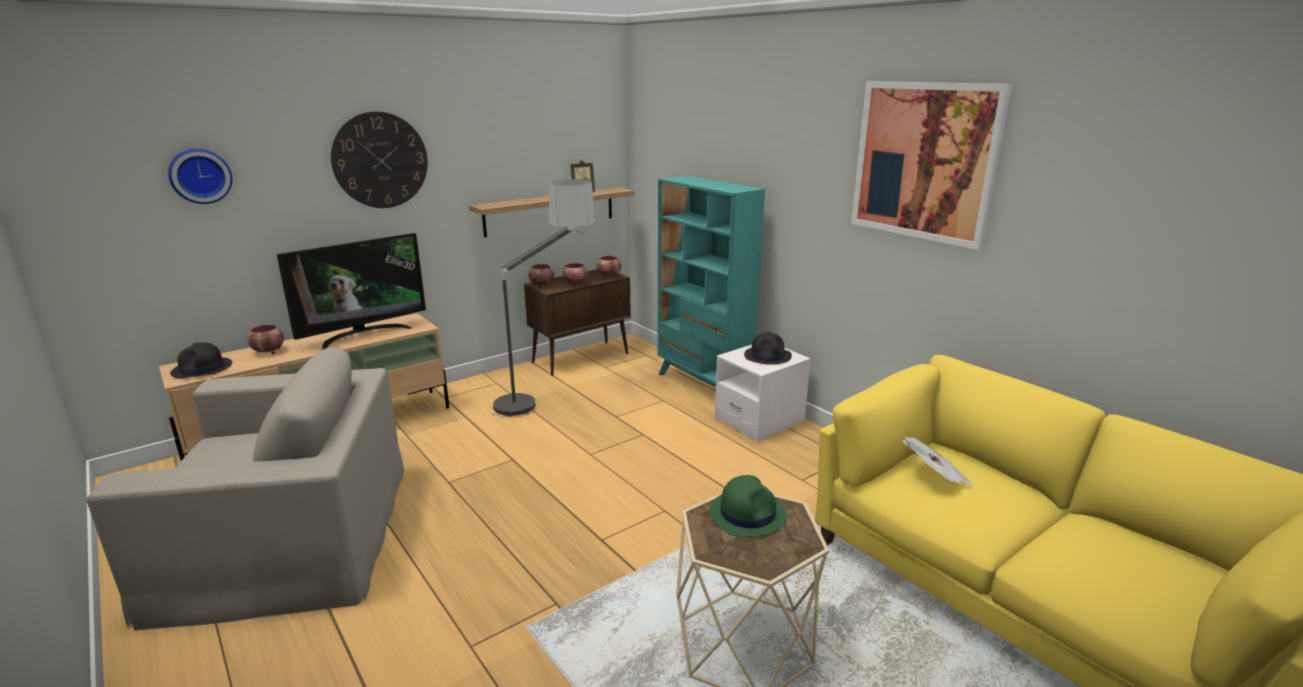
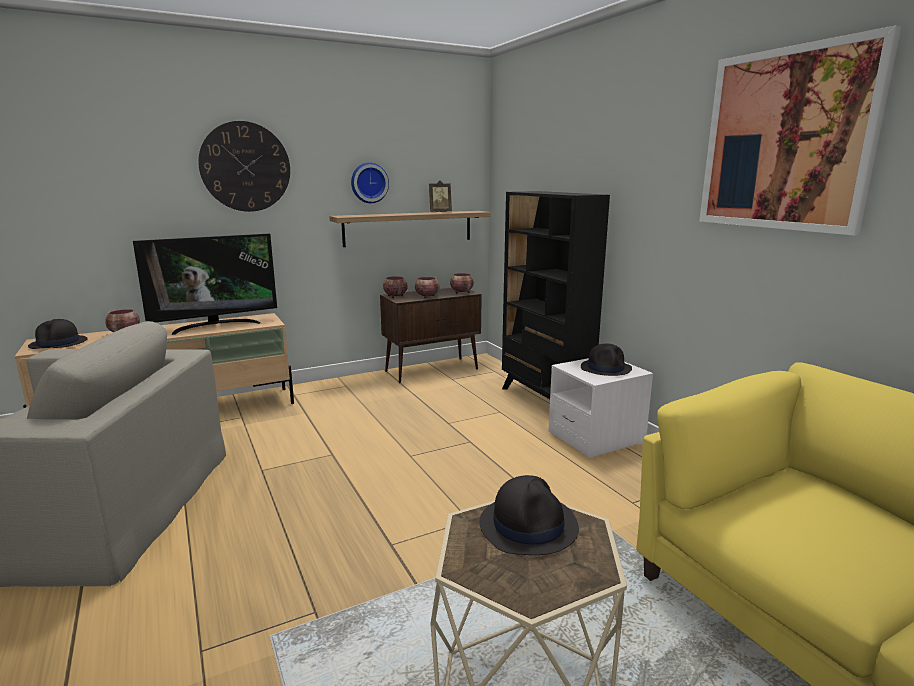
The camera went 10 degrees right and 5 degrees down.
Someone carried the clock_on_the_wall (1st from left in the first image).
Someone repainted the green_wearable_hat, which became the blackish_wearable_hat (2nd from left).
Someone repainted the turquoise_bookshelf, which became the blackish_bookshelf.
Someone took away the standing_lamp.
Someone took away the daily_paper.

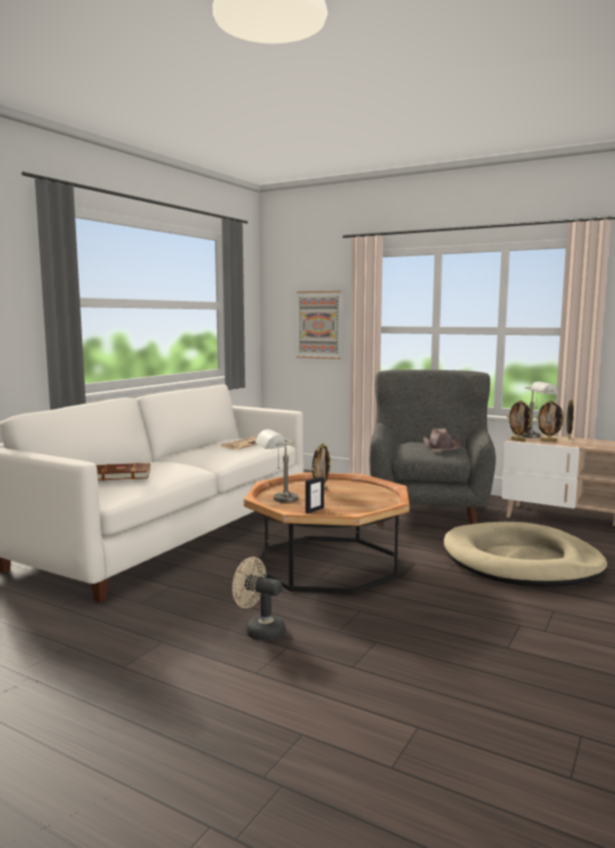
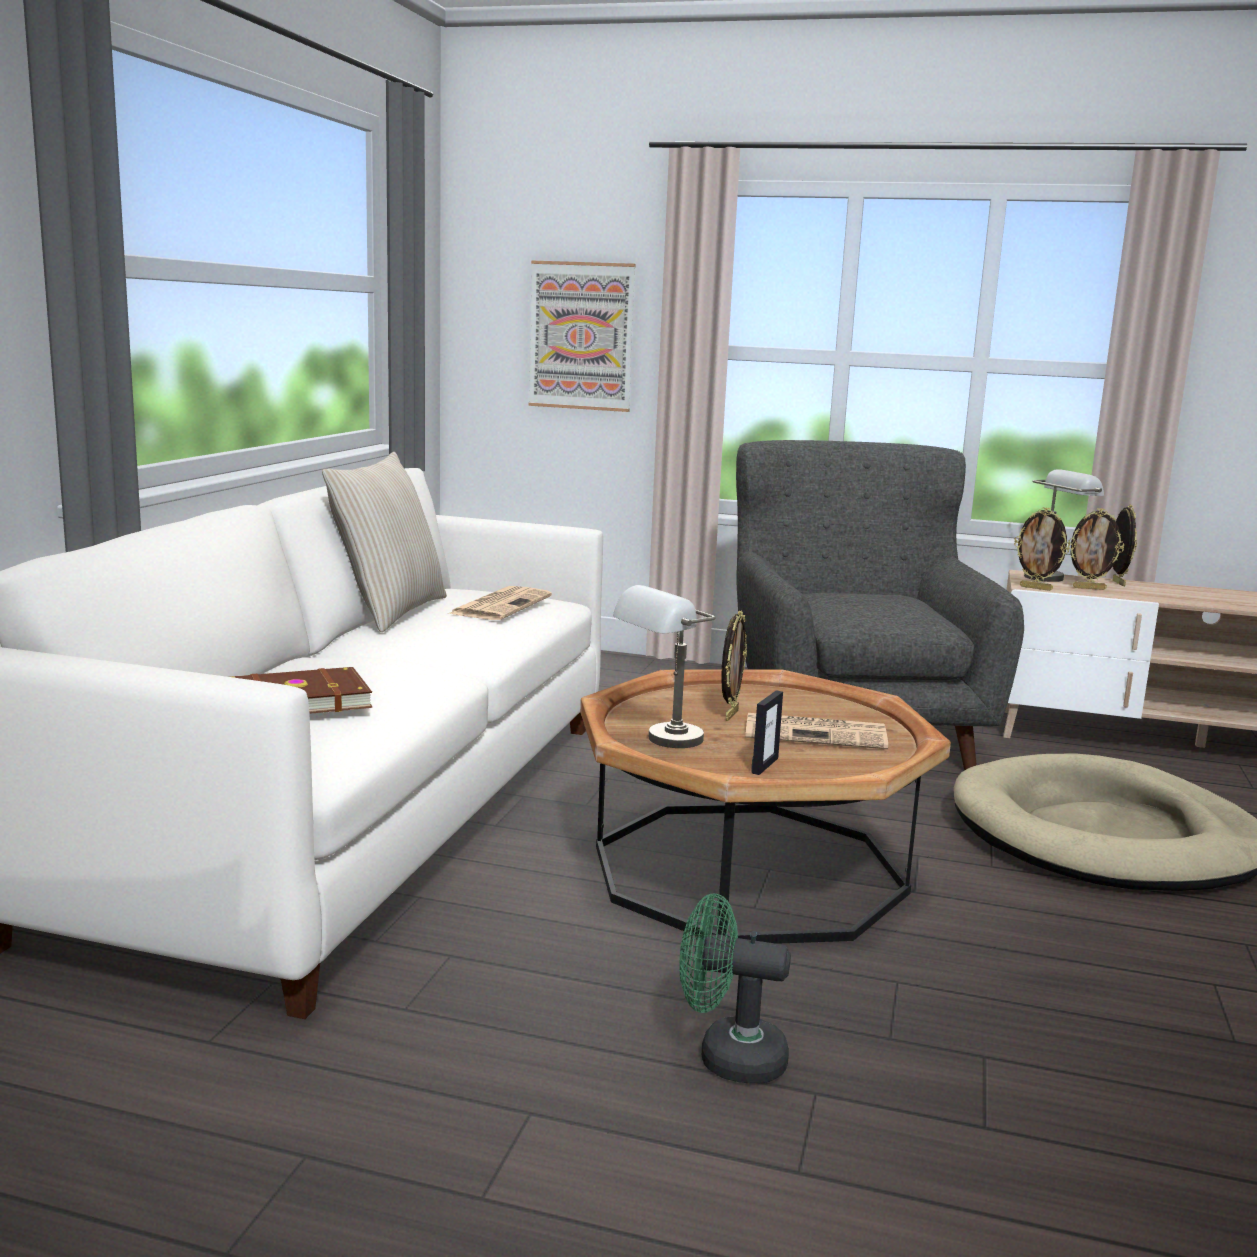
The camera went 15 degrees left and 5 degrees up.
Someone put down the sand-coloured_pillow.
Someone repainted the sand-coloured_fan, which became the green_fan.
Someone put down the daily_paper (2nd from left).
Someone took away the brown_wearable_hat.

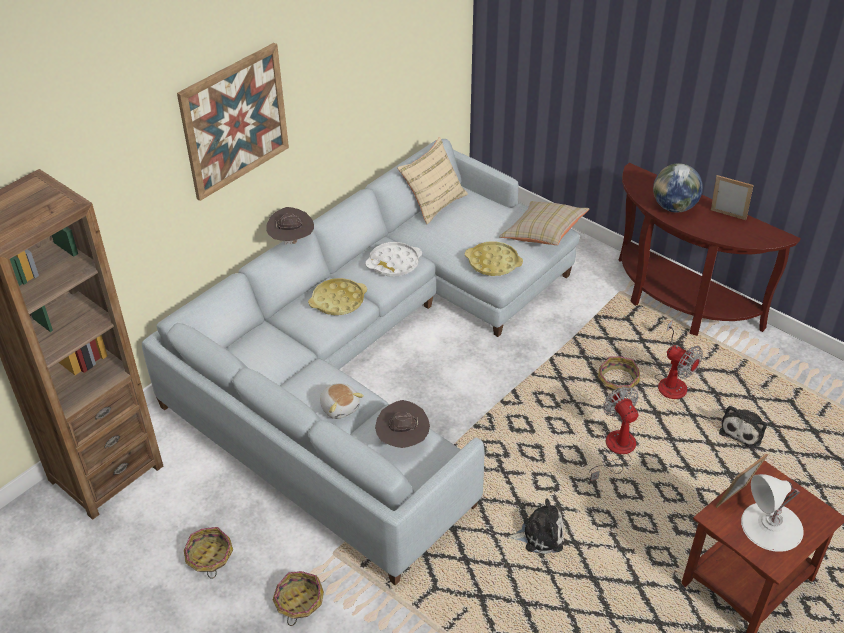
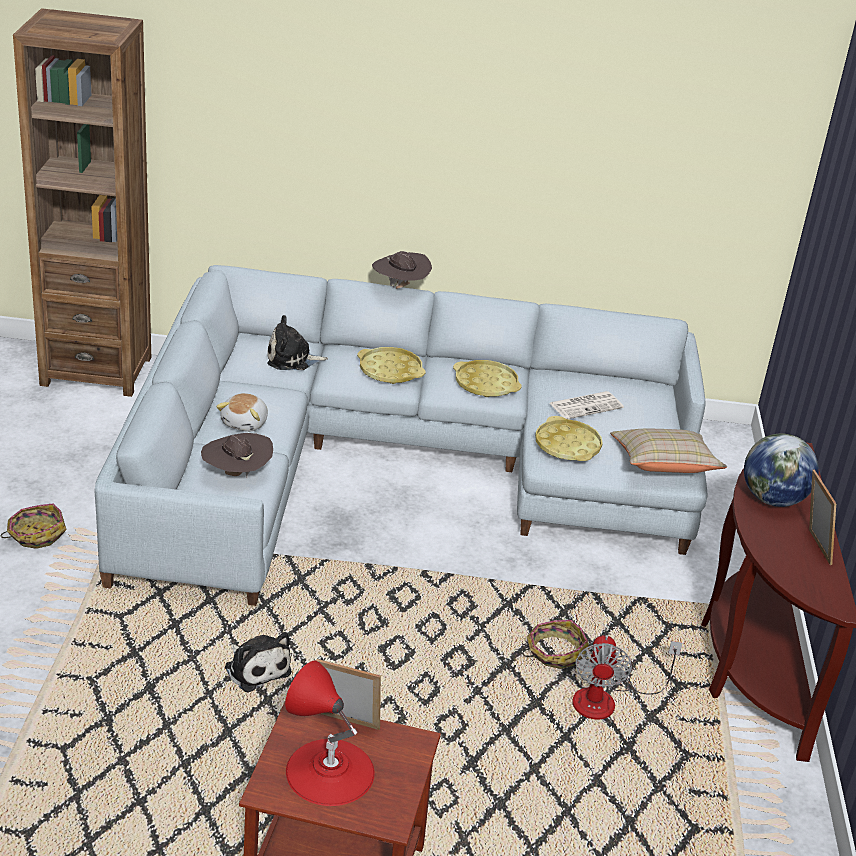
The camera went 50 degrees right and 10 degrees down.
Someone carried the cuddly_toy (3rd from left).
Someone repainted the white-coloured_lamp_for_a_table, which became the red_lamp_for_a_table.
Someone repainted the white-coloured_serving_tray, which became the yellow-coloured_serving_tray (2nd from left).
Someone put down the daily_paper.
Someone took away the picture.
Someone took away the household_basket (1st from left).
Someone took away the sand-coloured_pillow (1st from left).
Someone took away the fan (1st from left).

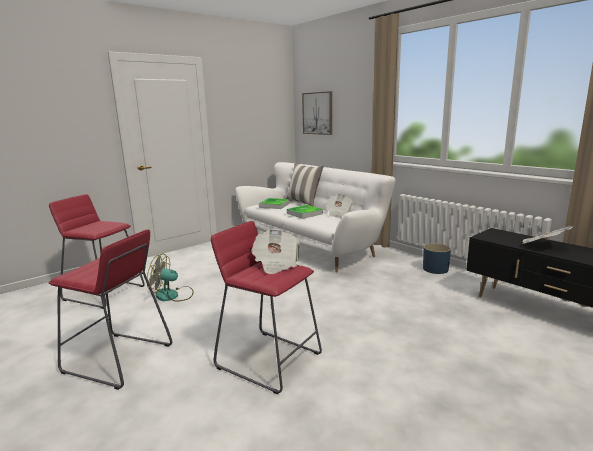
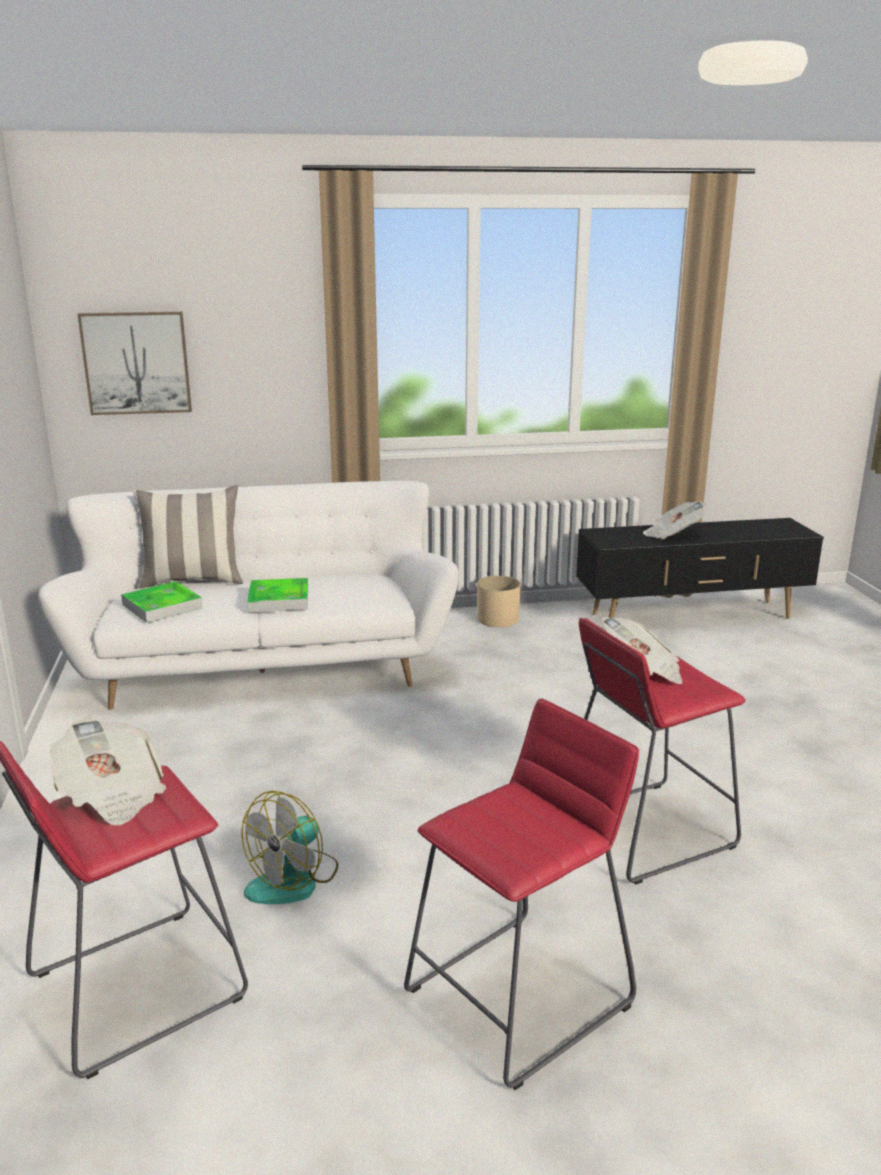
The camera went 60 degrees left and 5 degrees up.
Someone carried the daily_paper (2nd from left in the first image).
Someone repainted the blue-coloured_plant_pot, which became the sand-coloured_plant_pot.

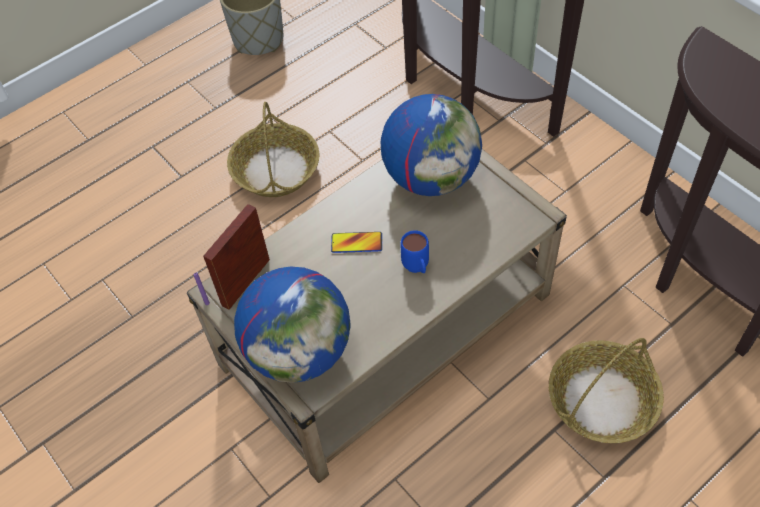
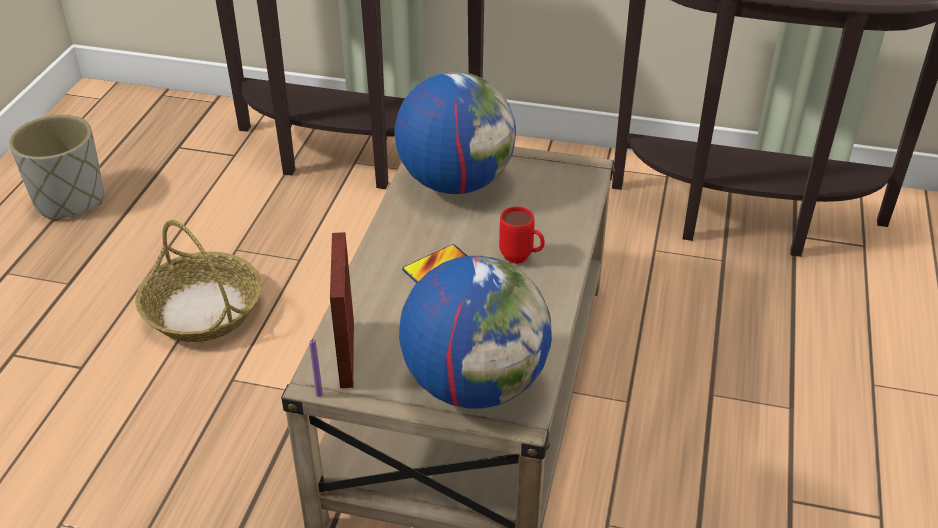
The camera went 40 degrees left and 15 degrees down.
Someone repainted the blue-coloured_tea_mug, which became the red_tea_mug.
Someone took away the household_basket (2nd from left).

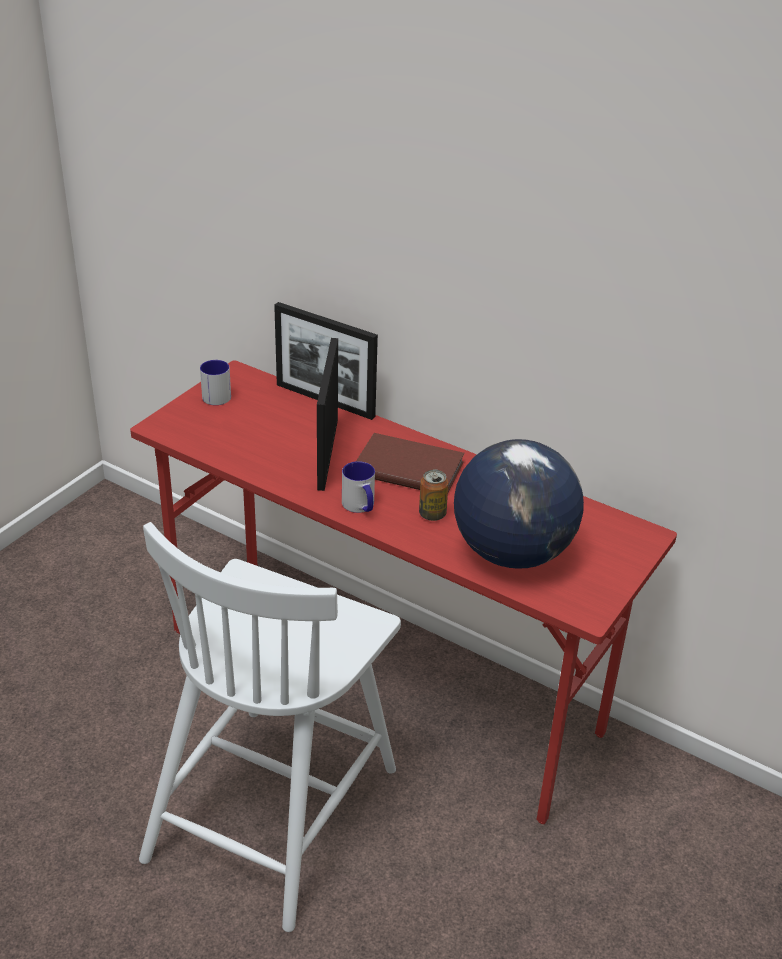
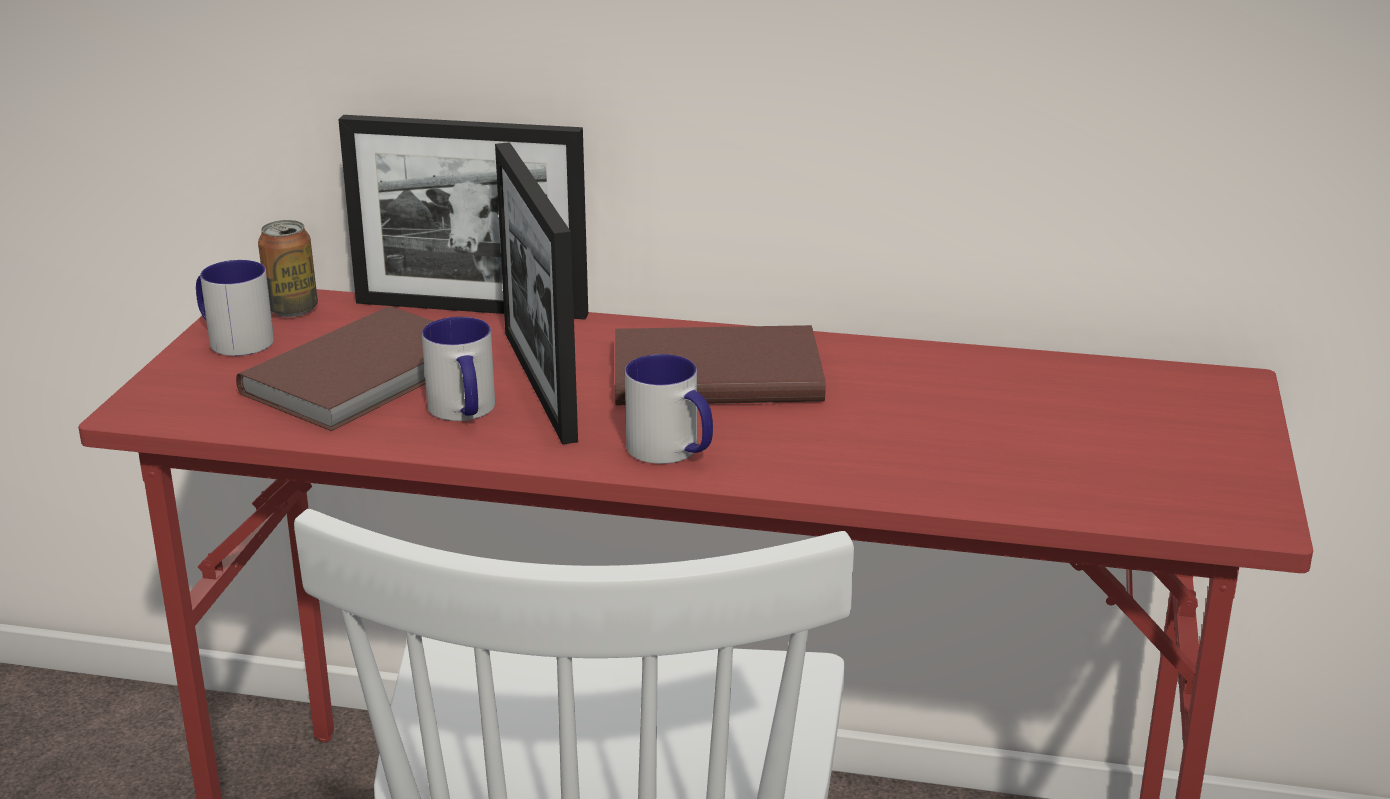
The camera went 20 degrees left and 10 degrees down.
Someone put down the brown_bound_book (1st from left).
Someone carried the metal_can.
Someone put down the tea_mug (2nd from left).
Someone took away the globe.

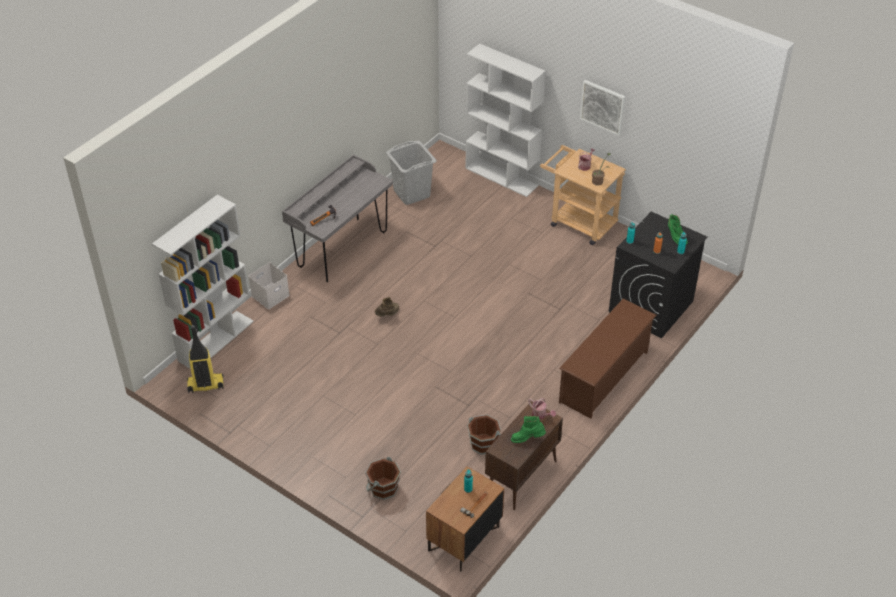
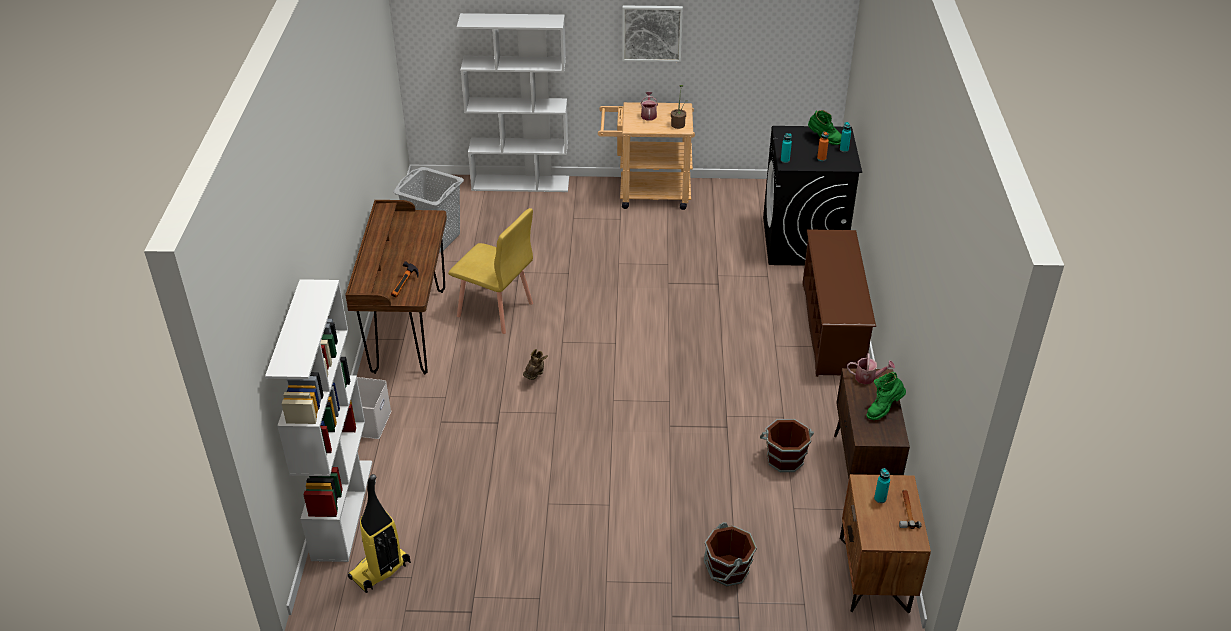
The camera went 35 degrees left and 5 degrees down.
Someone repainted the greyish_desk_unit, which became the brown_desk_unit.
Someone put down the yellow-coloured_upright_chair.

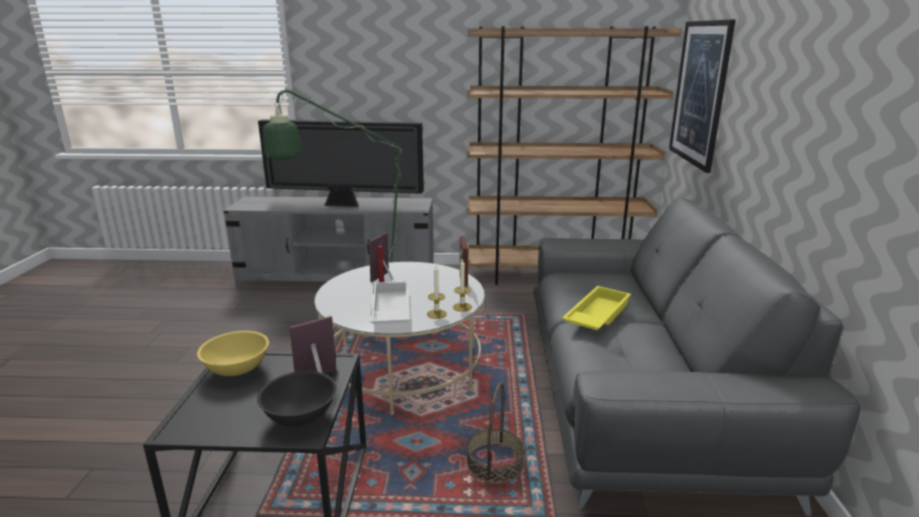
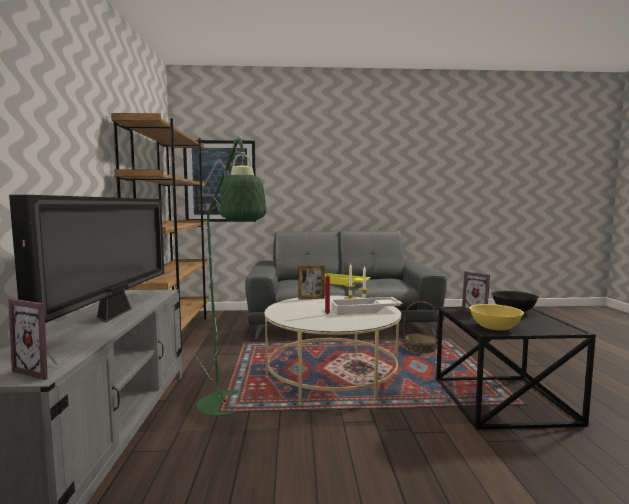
The camera went 95 degrees left and 15 degrees down.
Someone carried the standing_frame (2nd from left in the first image).

